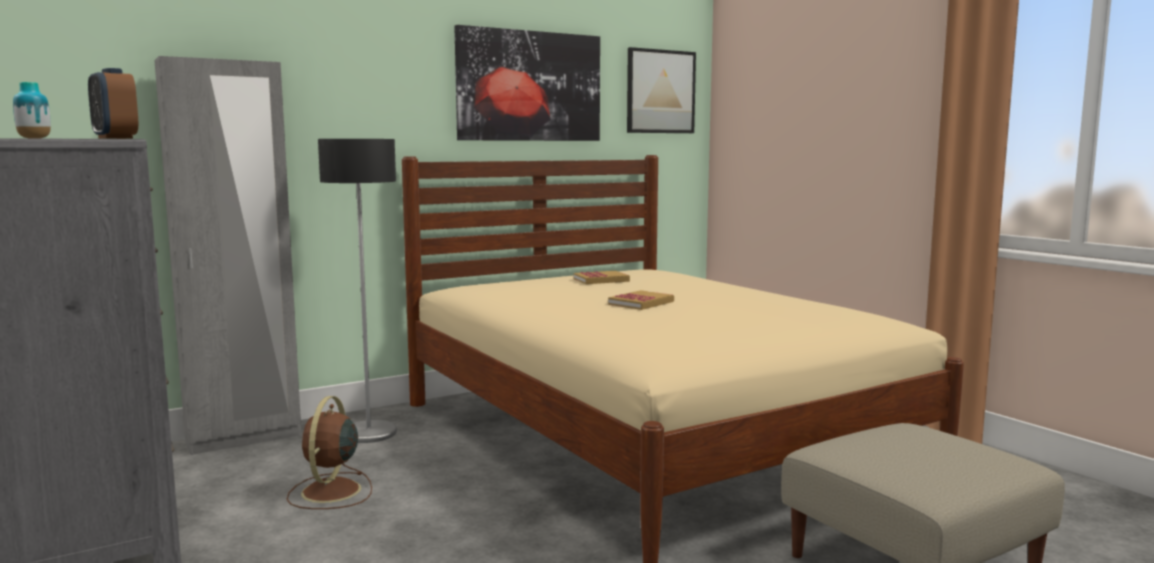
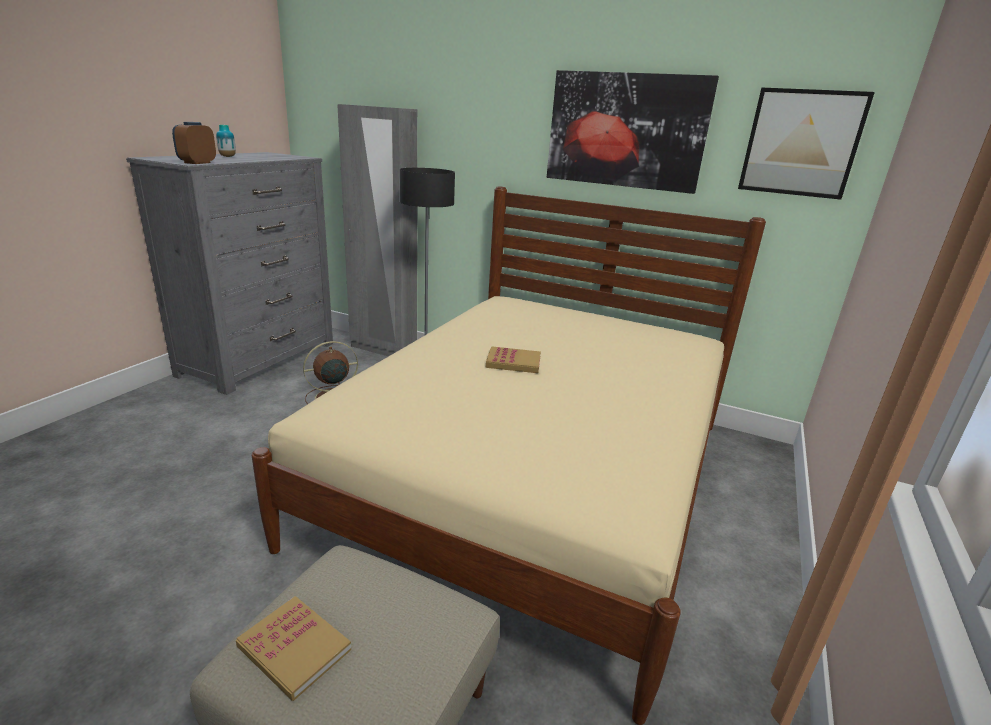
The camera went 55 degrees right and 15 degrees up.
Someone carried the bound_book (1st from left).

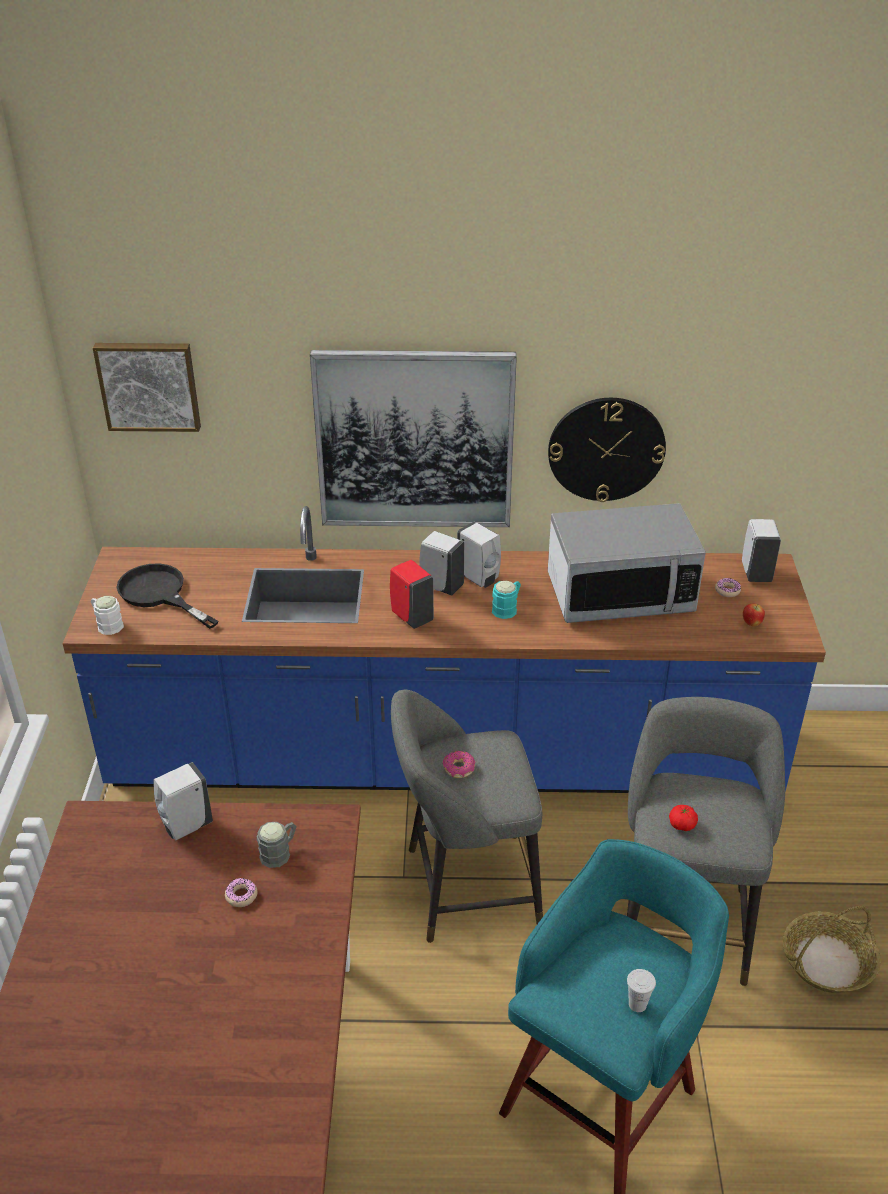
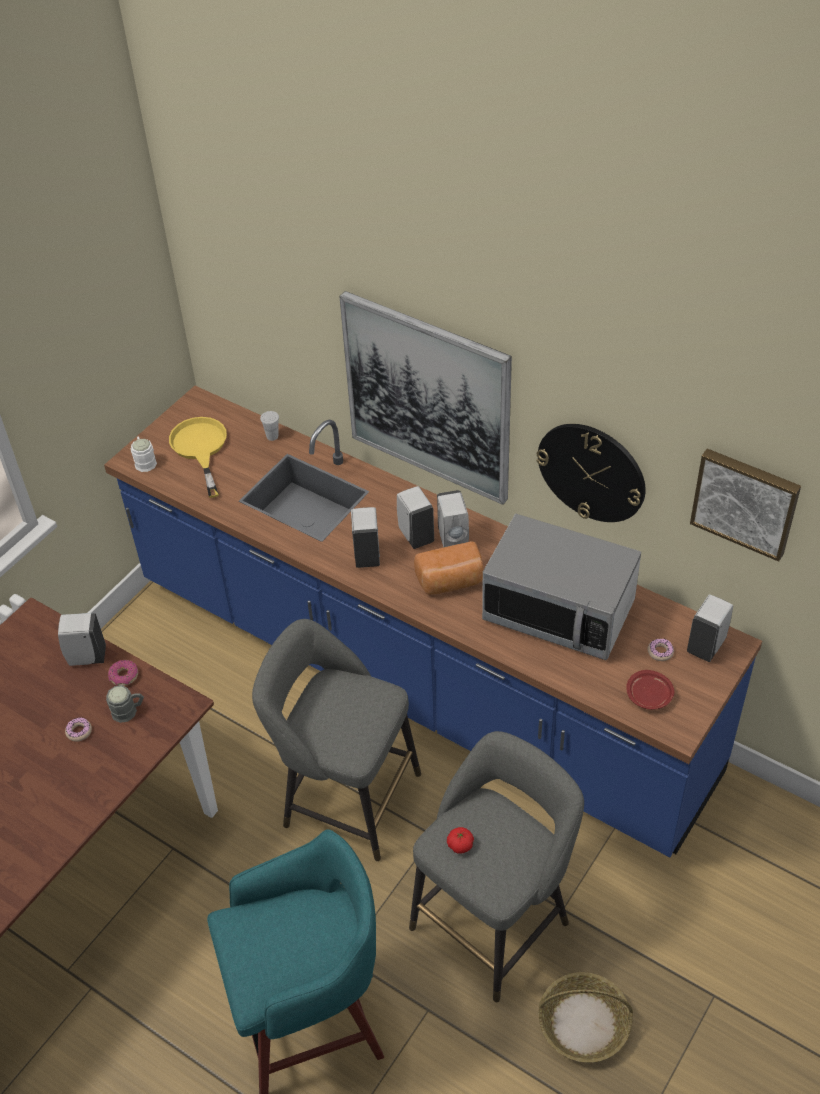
The camera went 35 degrees right and 10 degrees up.
Someone carried the doughnut (2nd from left).
Someone repainted the blackish_skillet, which became the yellow-coloured_skillet.
Someone carried the white-coloured_cup.
Someone repainted the red_soap_bottle, which became the white-coloured_soap_bottle (2nd from left).
Someone swapped the turquoise_tea_mug for the bread.
Someone swapped the whole_apple for the red_plate.
Someone carried the picture (1st from left in the first image).

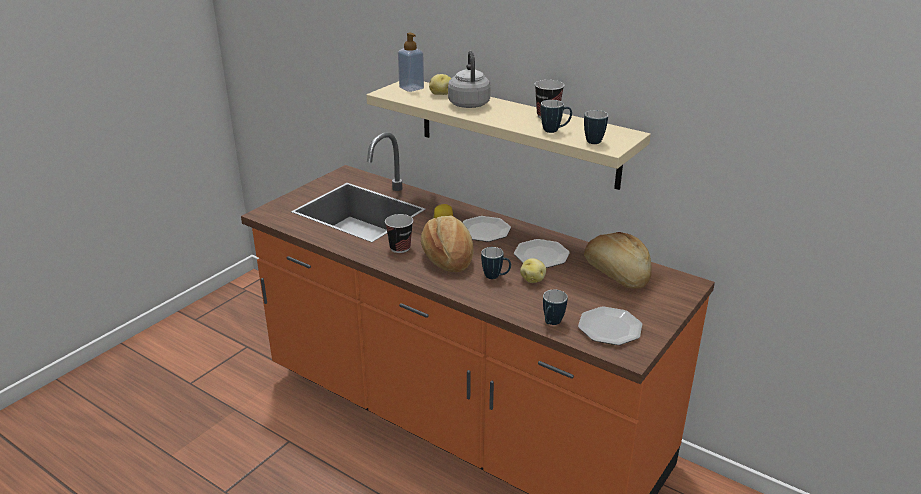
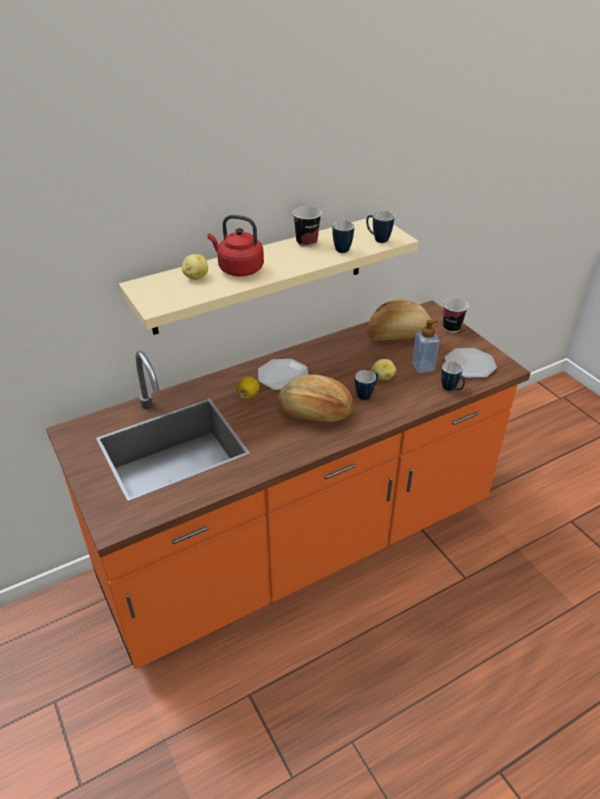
The camera went 65 degrees left and 10 degrees up.
Someone repainted the greyish_water_kettle, which became the red_water_kettle.
Someone carried the soap_bottle.
Someone carried the cup (1st from left in the first image).
Someone took away the plate (2nd from left).

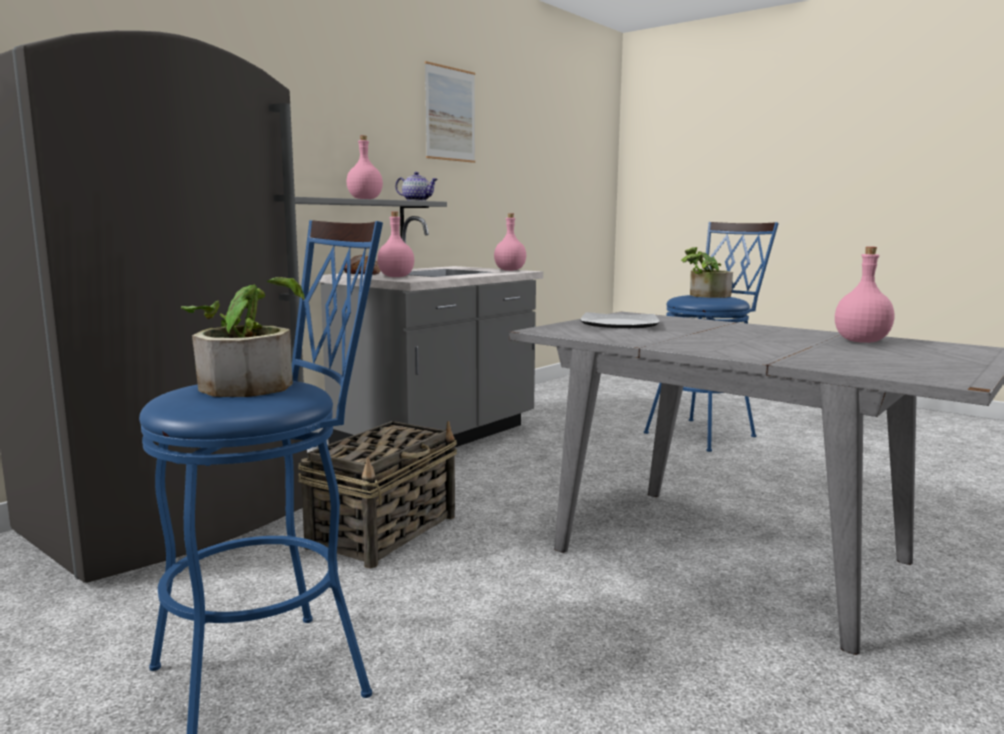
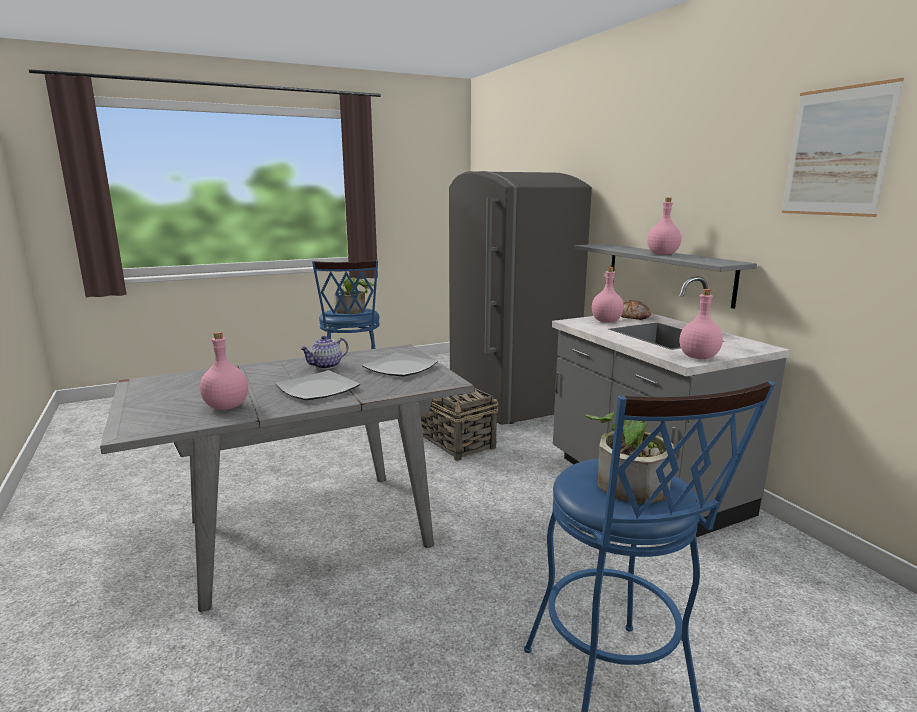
The camera went 115 degrees right and 5 degrees up.
Someone put down the plate (1st from left).
Someone carried the teapot.

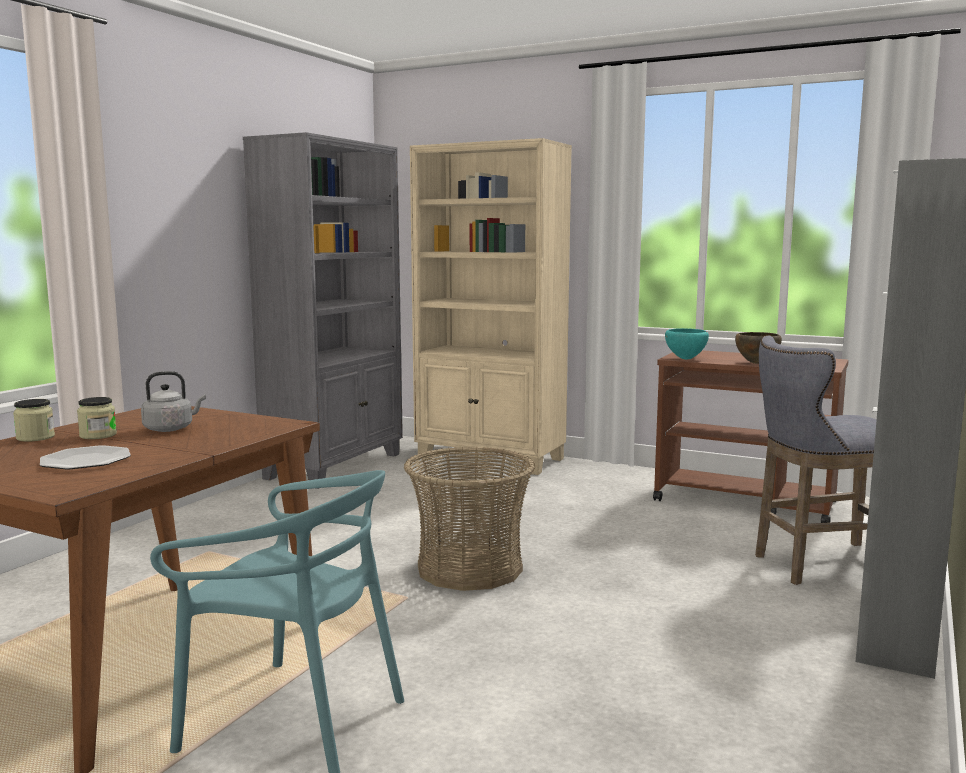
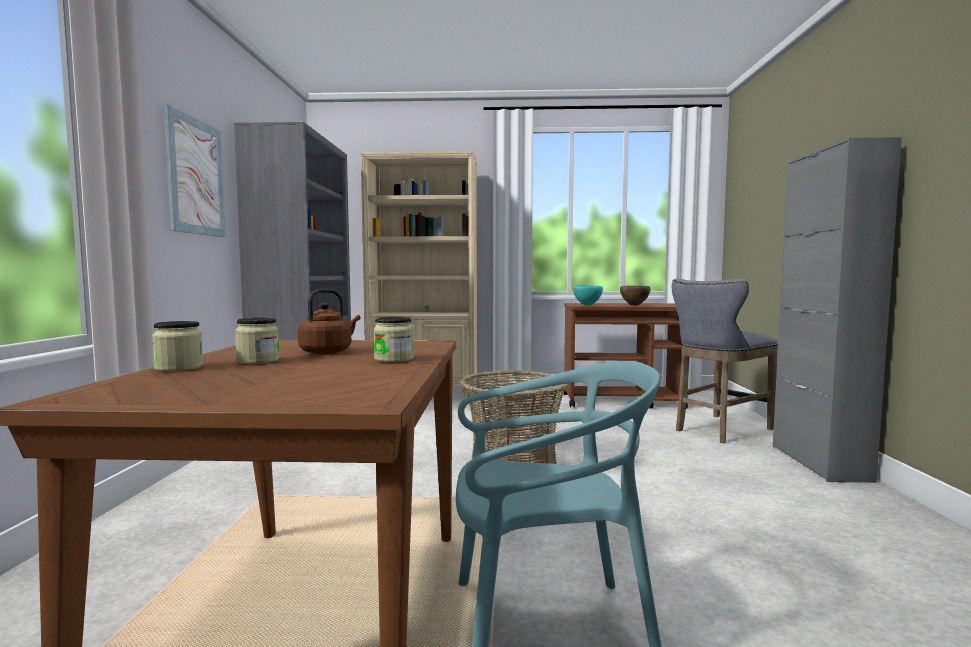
The camera went 25 degrees left and 5 degrees down.
Someone put up the picture.
Someone repainted the greyish_water_kettle, which became the brown_water_kettle.
Someone put down the preserve_jar (3rd from left).
Someone took away the plate.

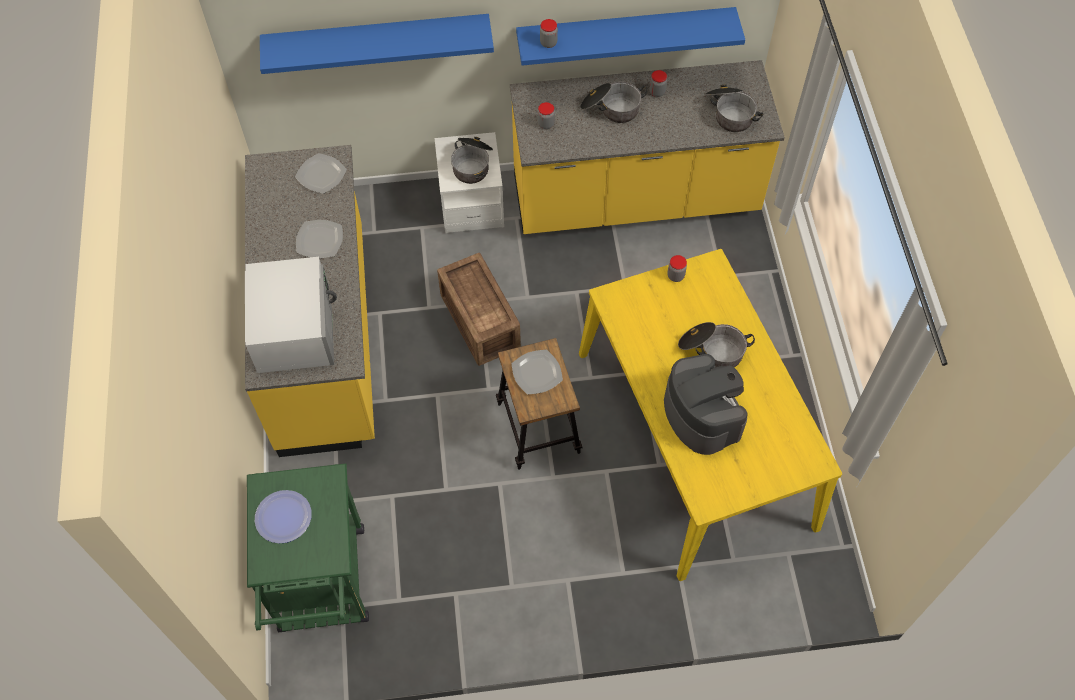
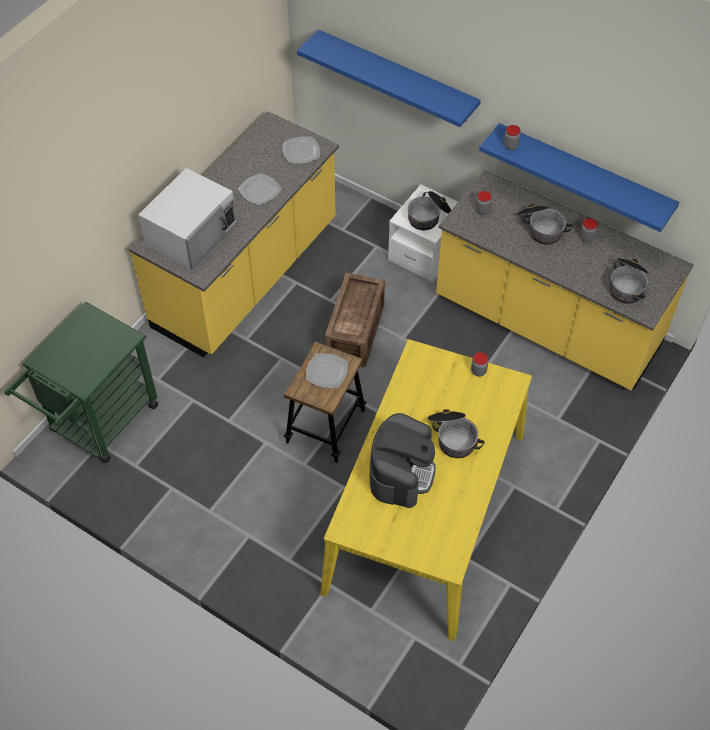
The camera went 40 degrees right and 5 degrees down.
Someone took away the plate (1st from left).

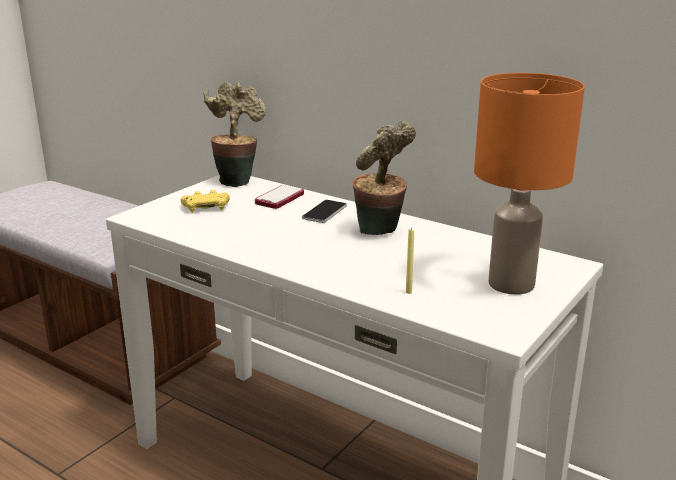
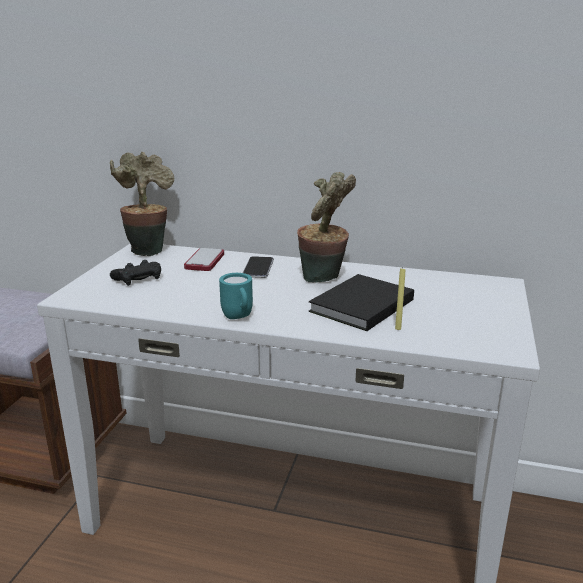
The camera went 20 degrees left and 0 degrees up.
Someone repainted the yellow-coloured_gamepad, which became the blackish_gamepad.
Someone put down the turquoise_tea_mug.
Someone put down the blackish_bound_book.
Someone took away the orange_lamp_for_a_table.

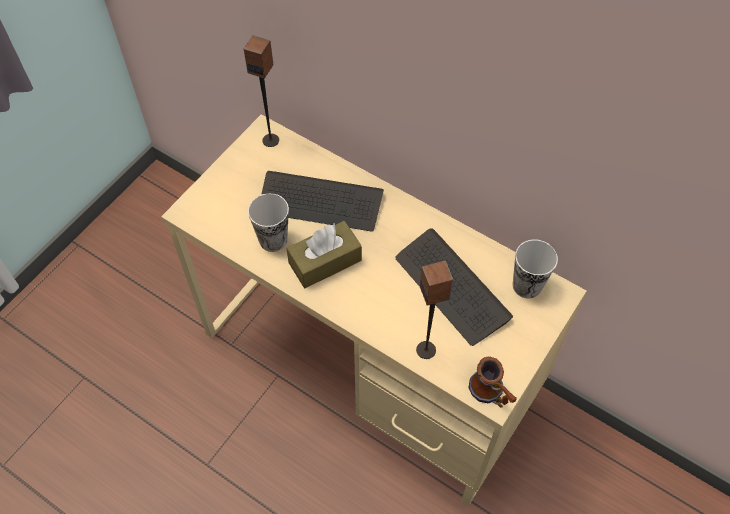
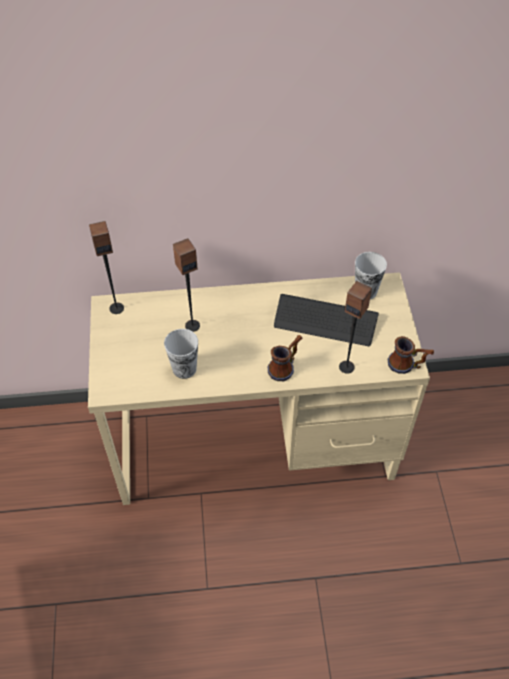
The camera went 40 degrees left and 5 degrees down.
Someone swapped the PC_keyboard (1st from left) for the loudspeaker (2nd from left).
Someone put down the tea_mug (1st from left).
Someone took away the brown_tissue_holder.

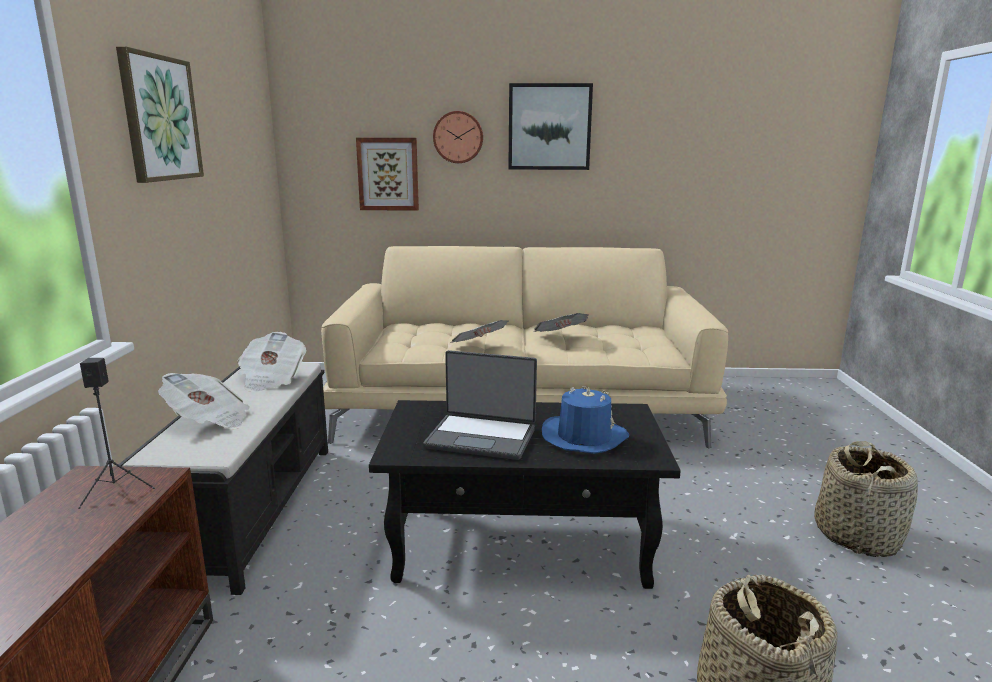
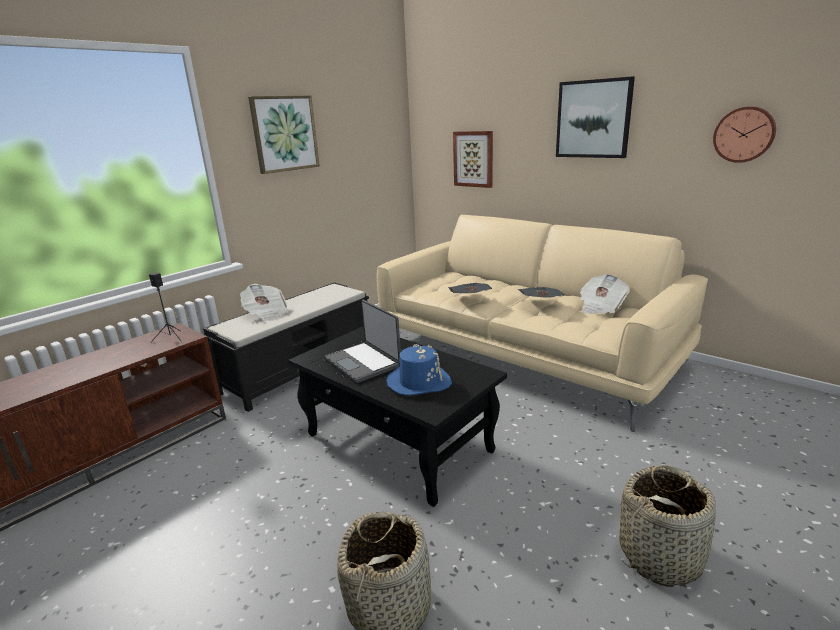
The camera went 40 degrees right and 5 degrees up.
Someone carried the daily_paper (2nd from left in the first image).
Someone carried the clock_on_the_wall.

